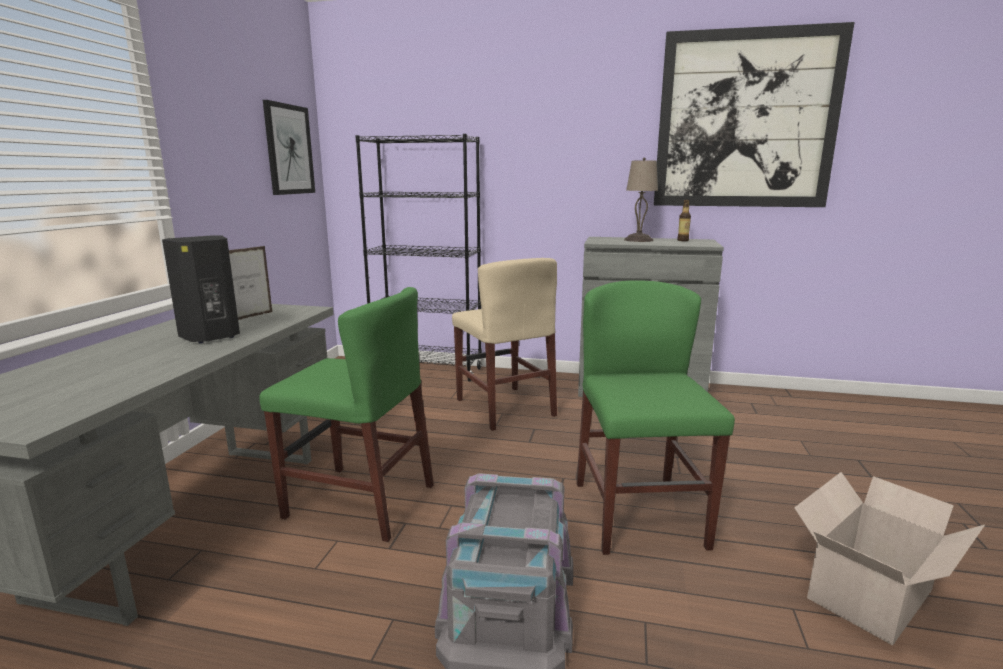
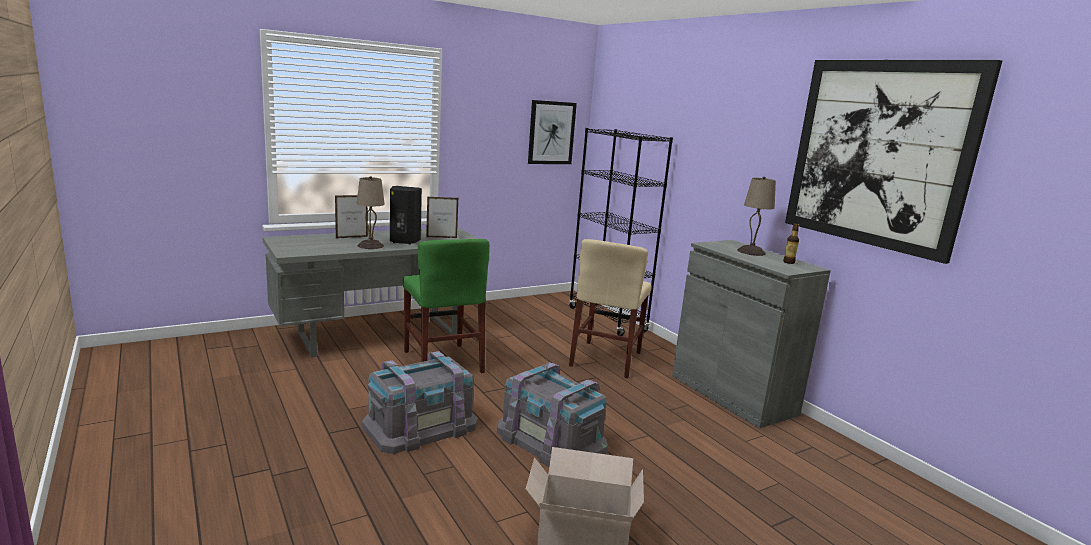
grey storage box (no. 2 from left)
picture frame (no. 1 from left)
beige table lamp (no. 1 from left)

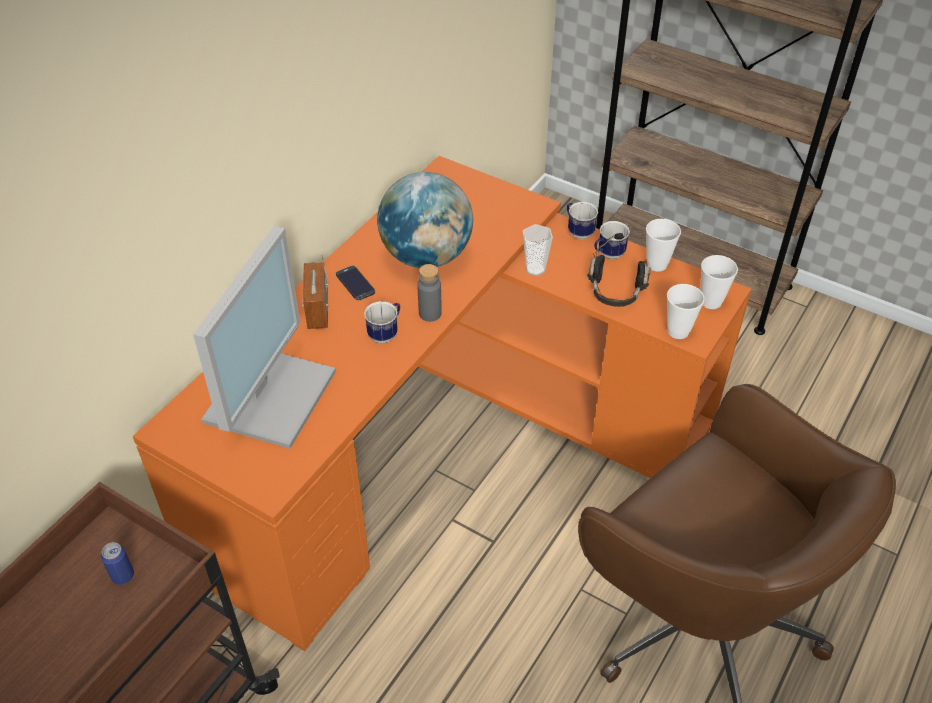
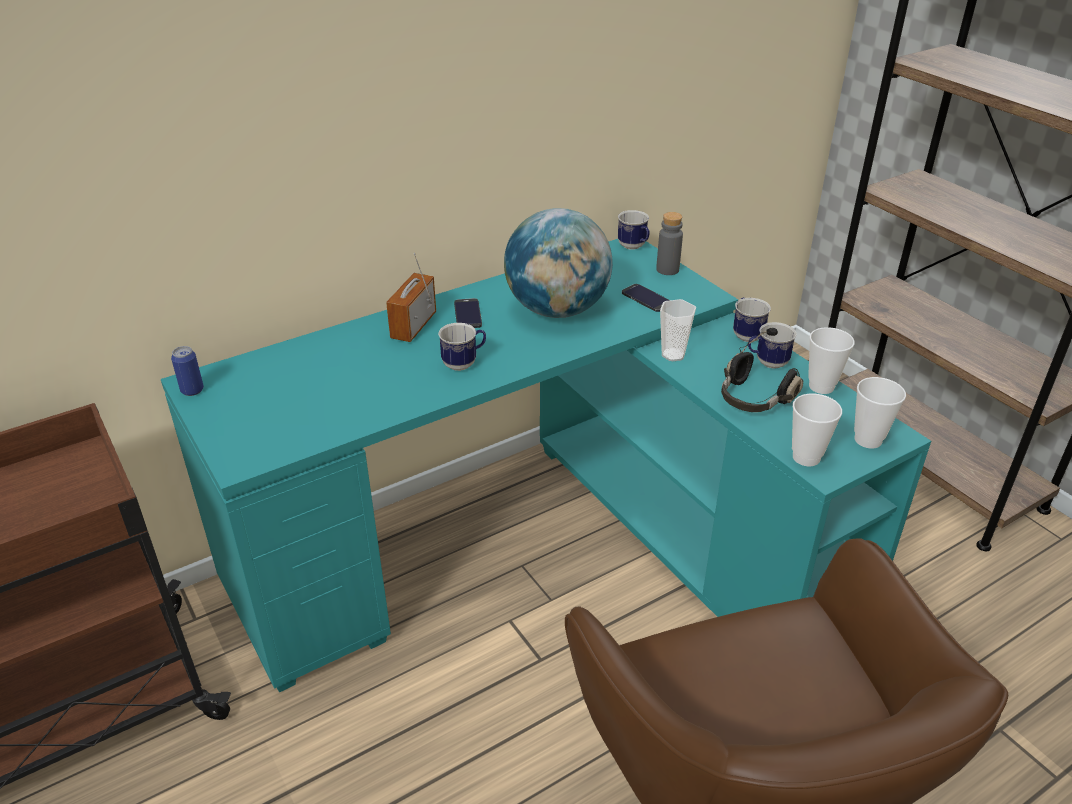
can
turquoise desk
monitor
grey bottle
mug (no. 2 from left)
phone (no. 2 from left)

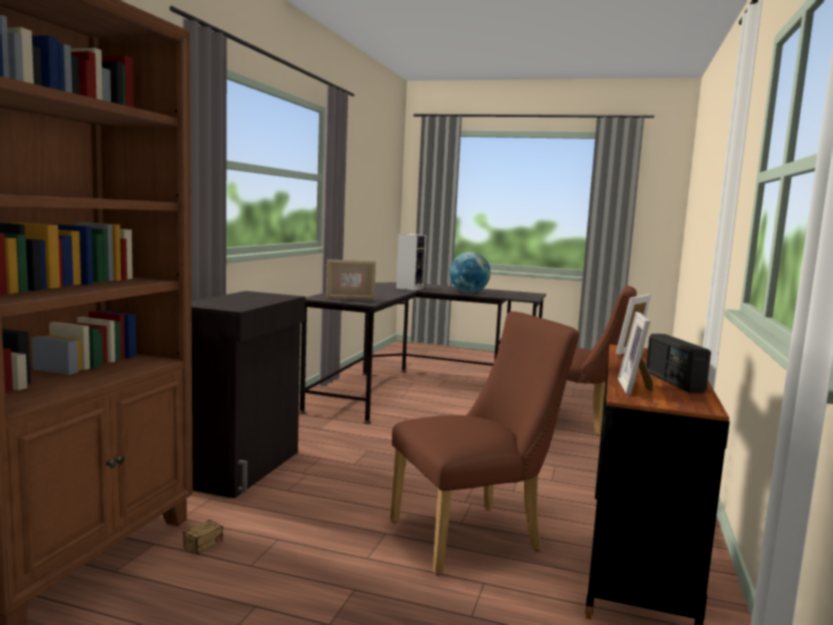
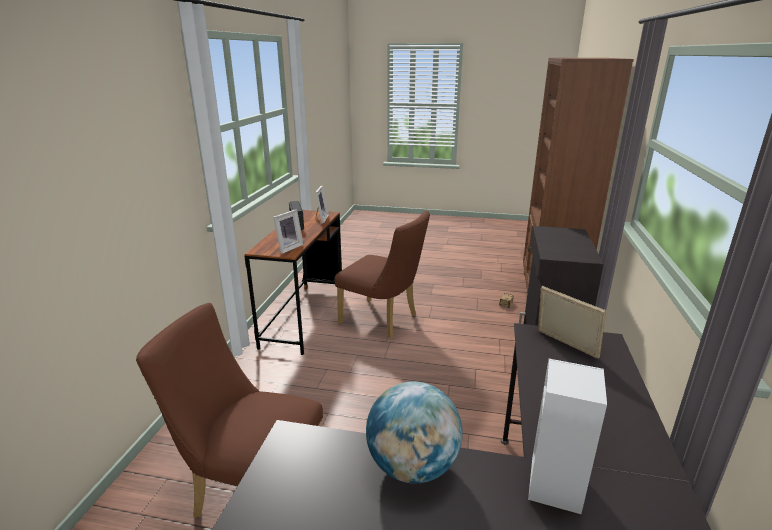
picture frame (no. 3 from left)
brown chair (no. 2 from left)

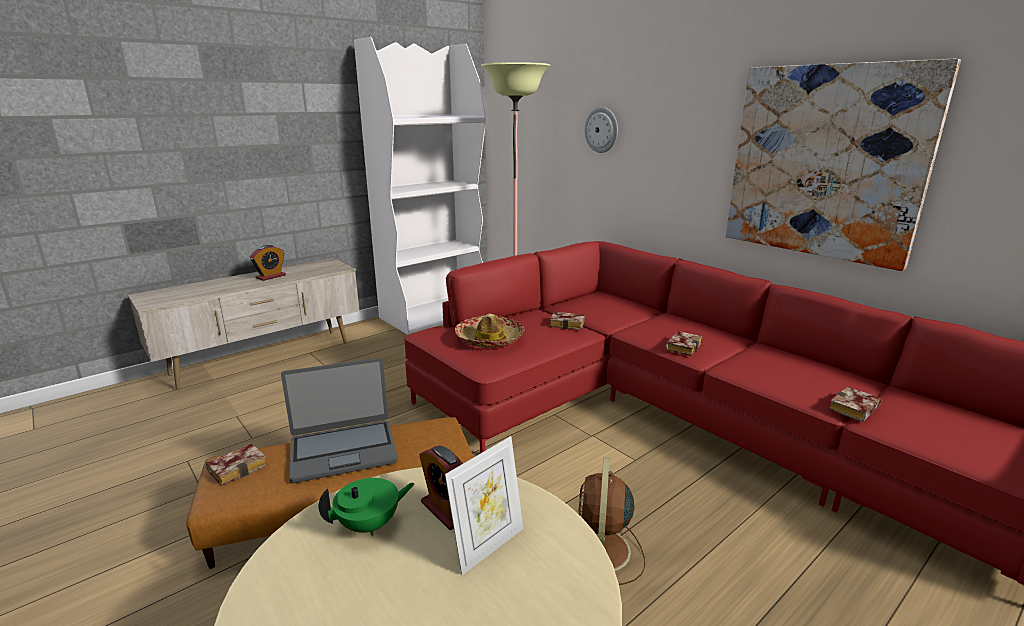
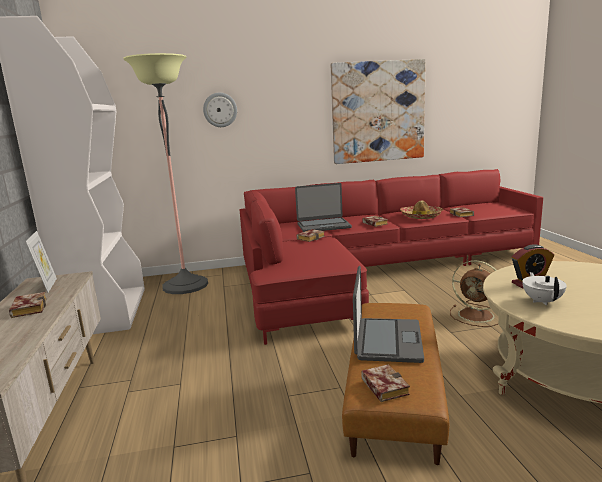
book (no. 1 from left)
white teapot
picture frame
hat
laptop (no. 1 from left)

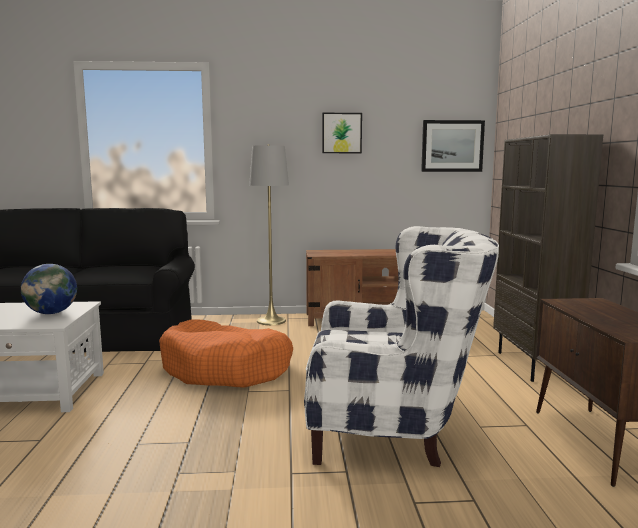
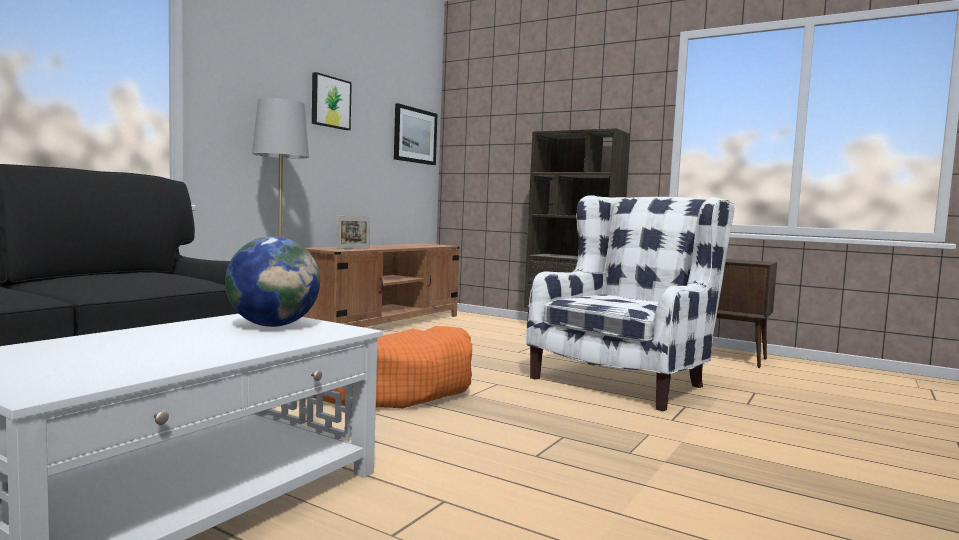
picture frame

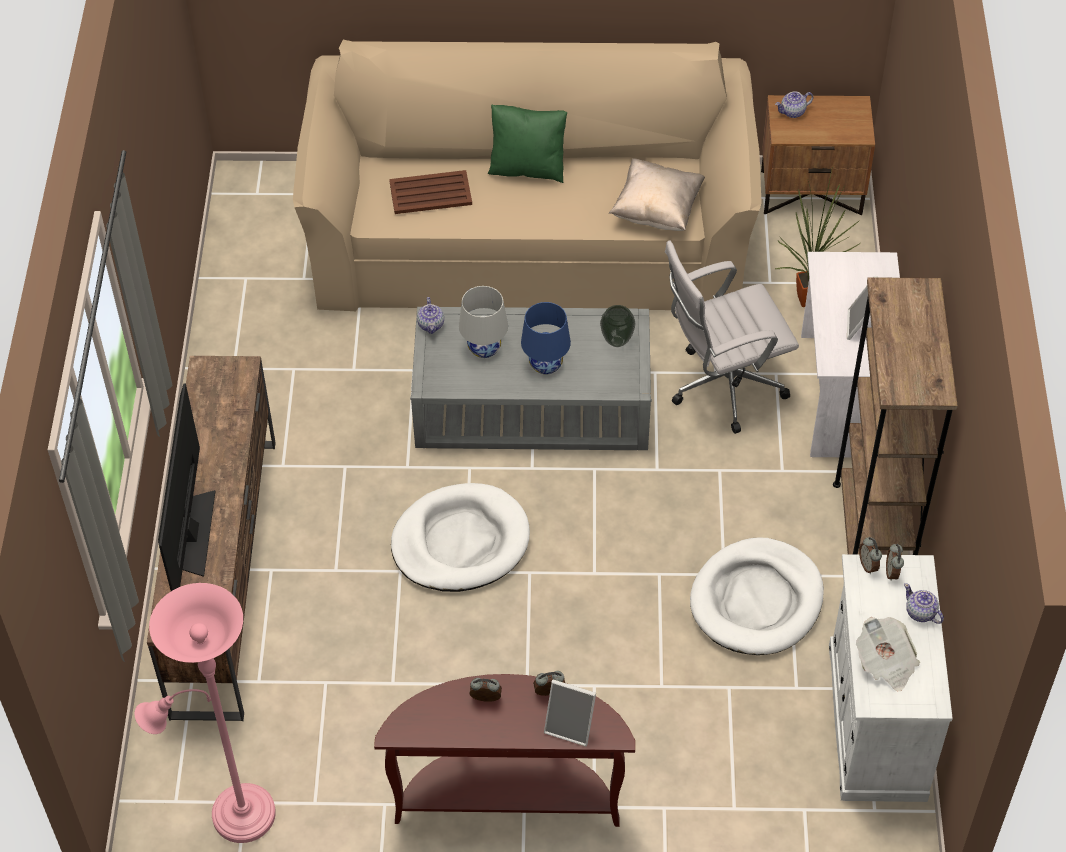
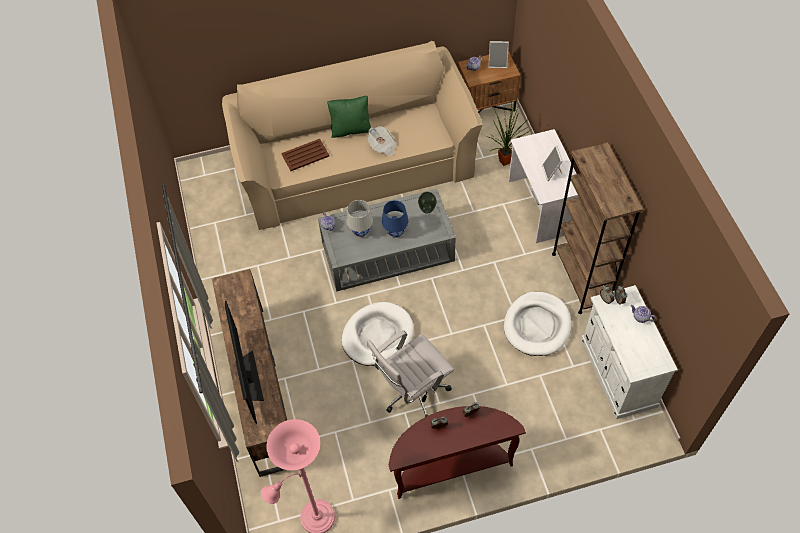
picture frame (no. 1 from left)
beige pillow
white office chair
newspaper

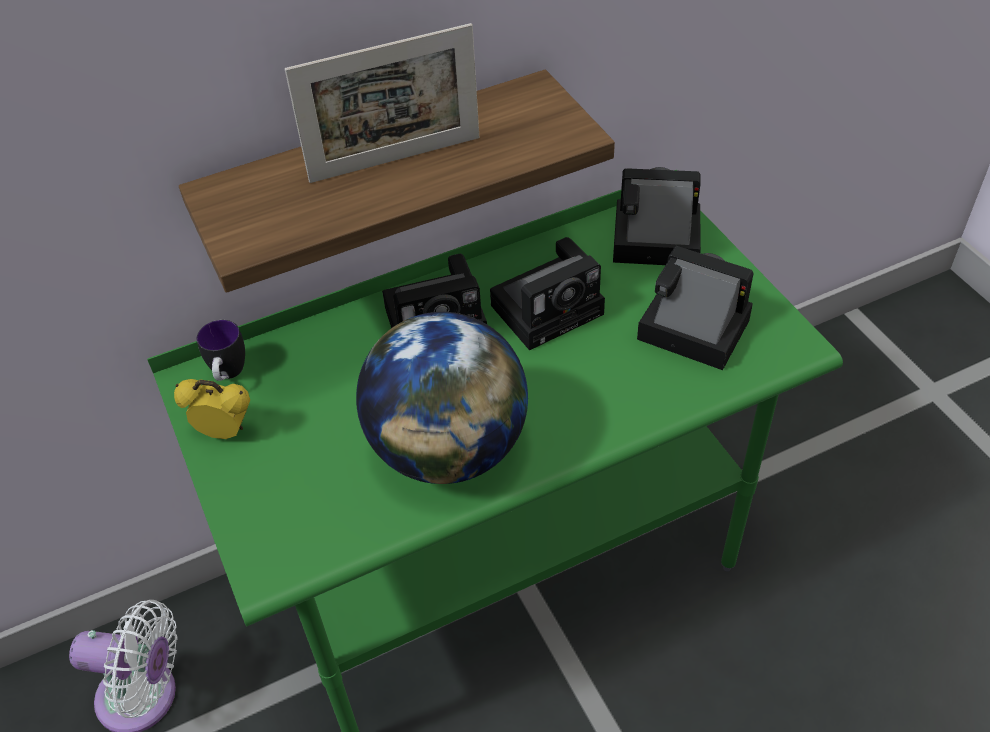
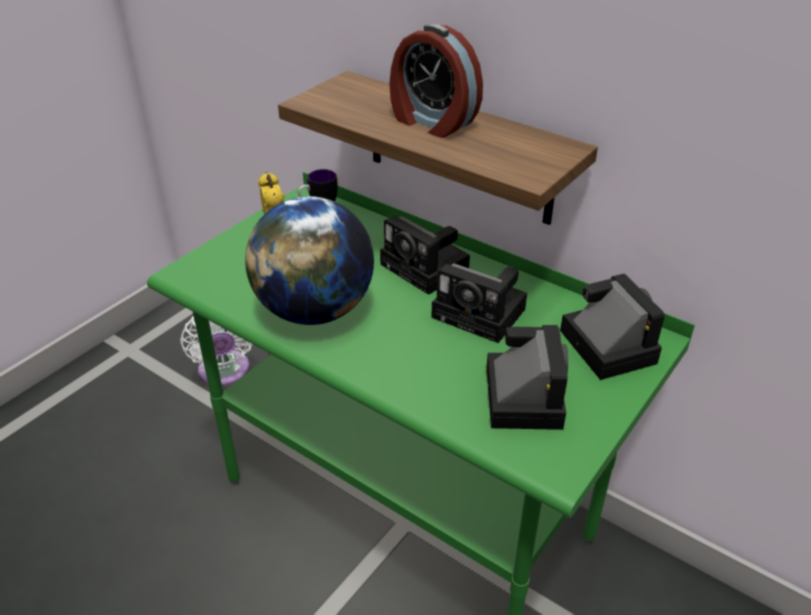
alarm clock (no. 2 from left)

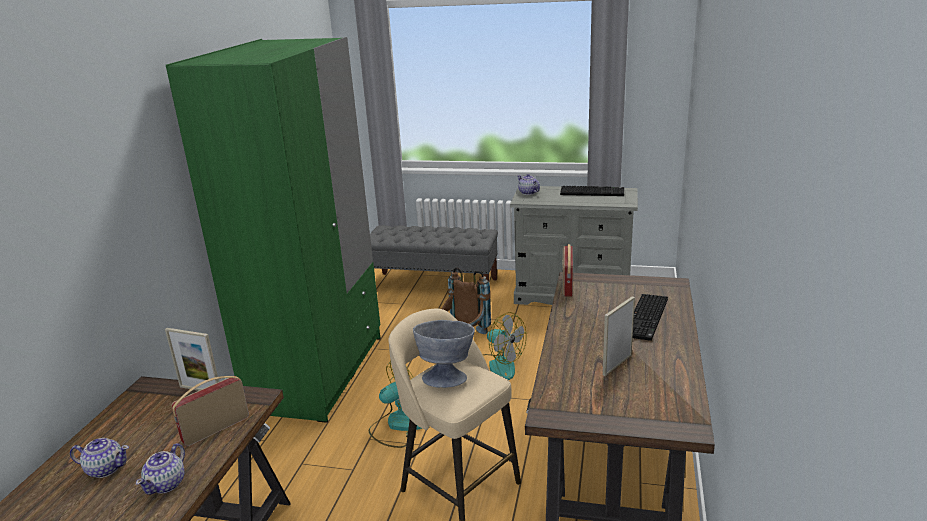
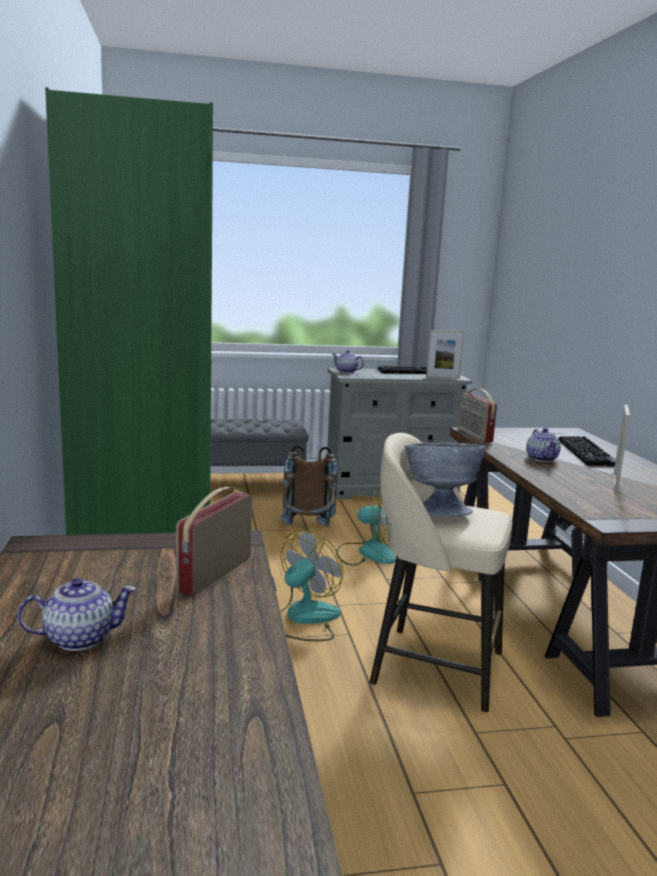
teapot (no. 3 from left)
picture frame (no. 1 from left)

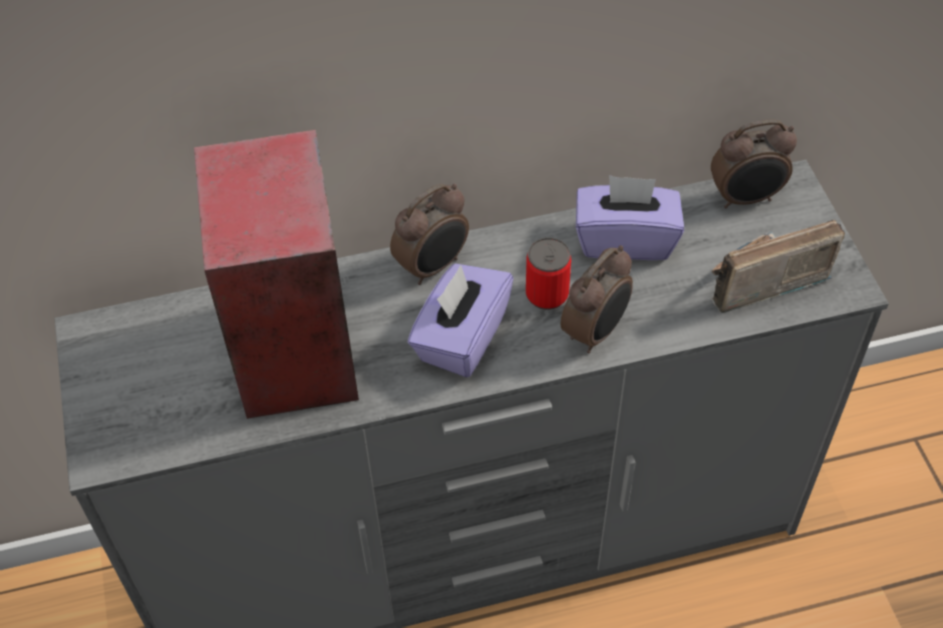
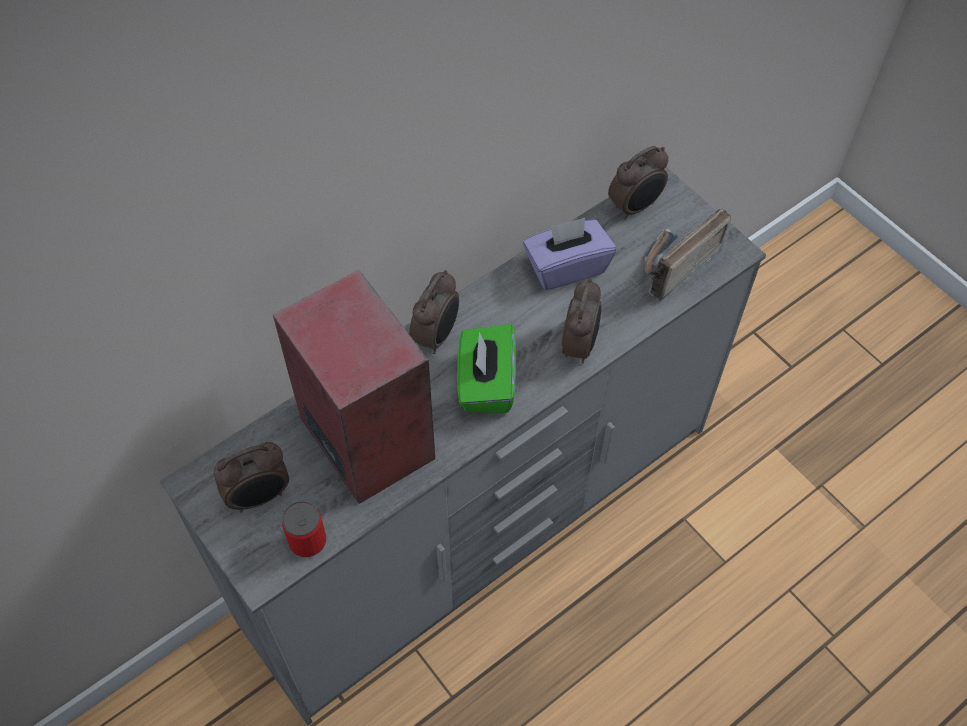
green tissue box
can
alarm clock (no. 1 from left)

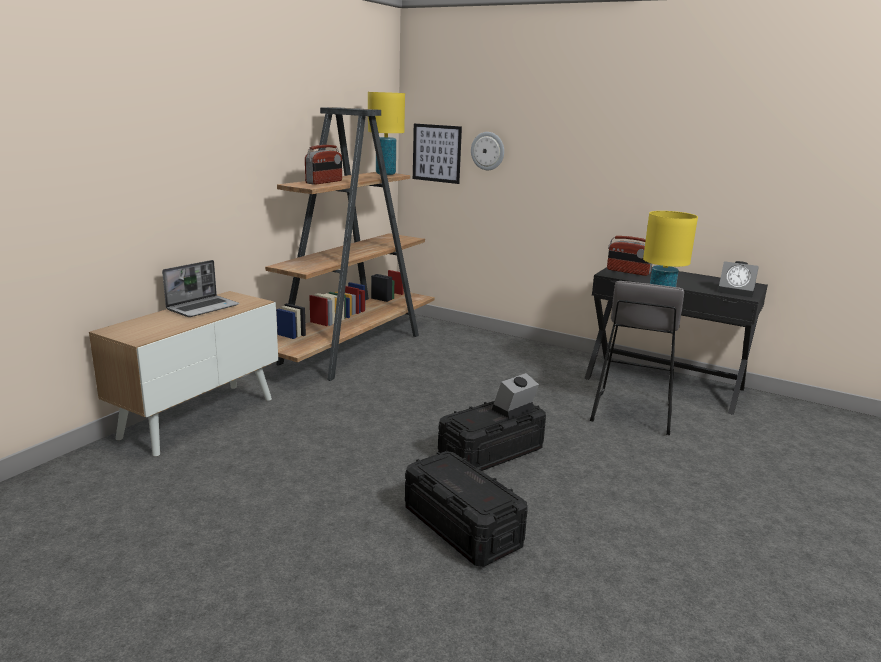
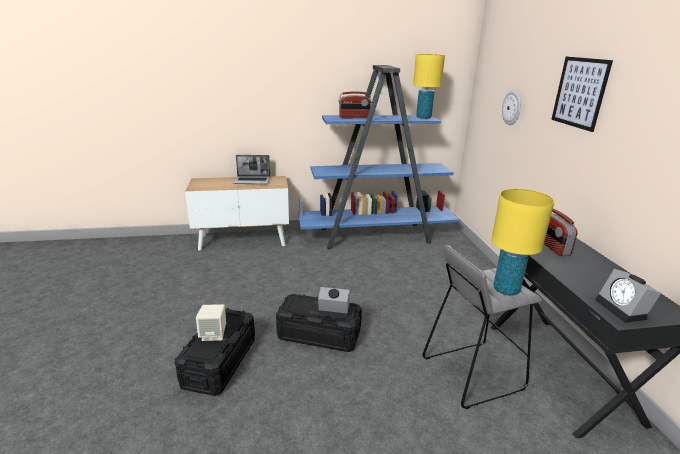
blue bookcase
picture
beige speaker

